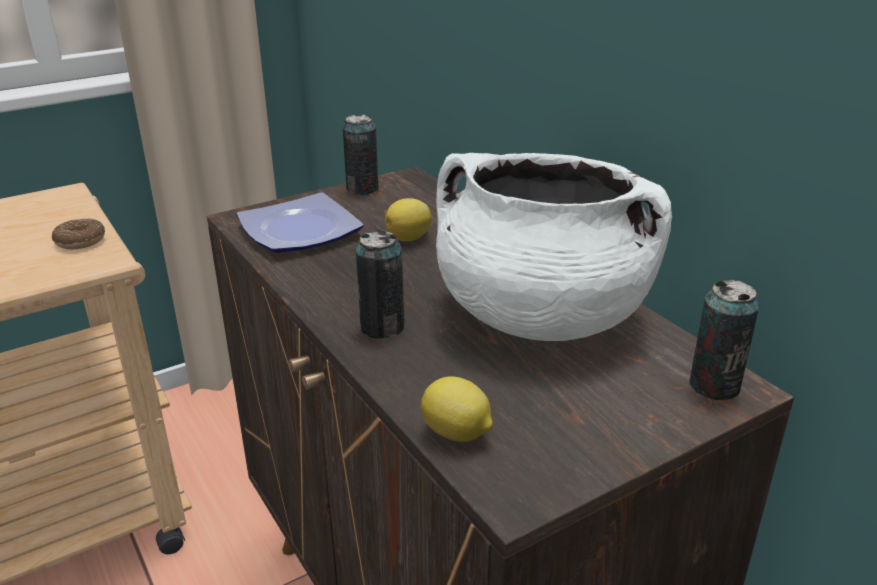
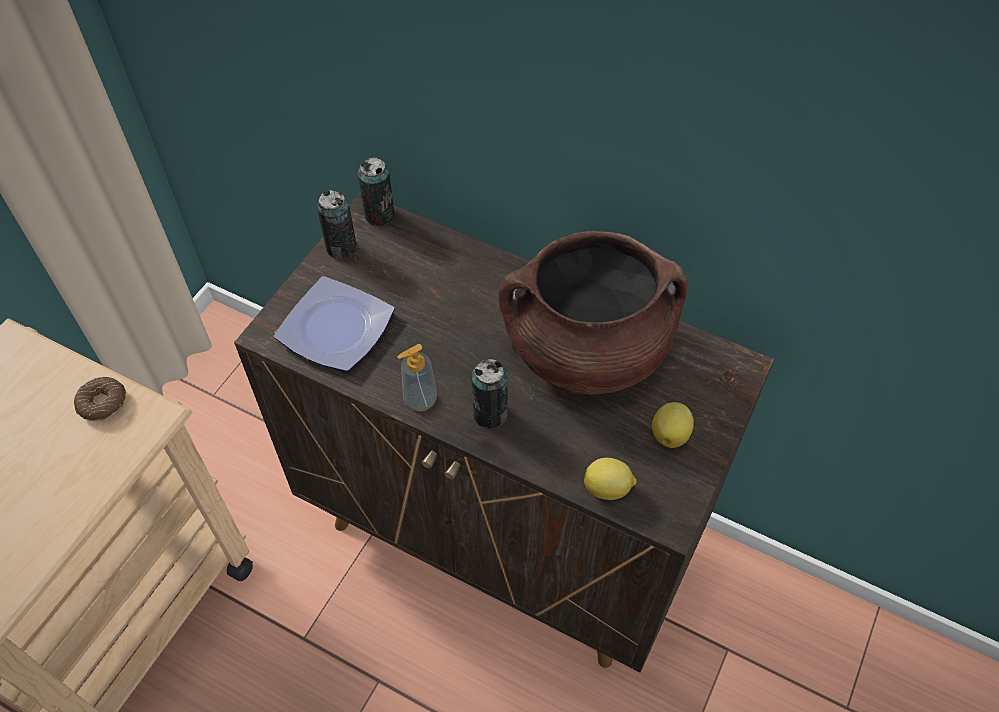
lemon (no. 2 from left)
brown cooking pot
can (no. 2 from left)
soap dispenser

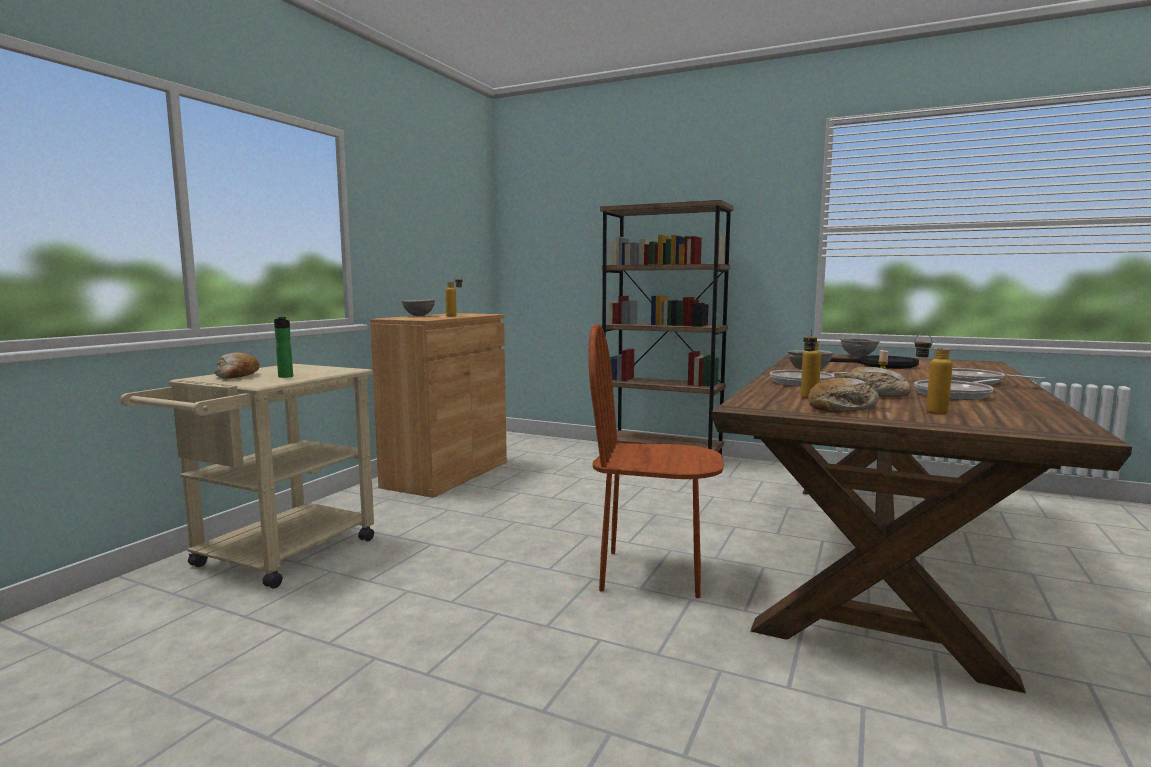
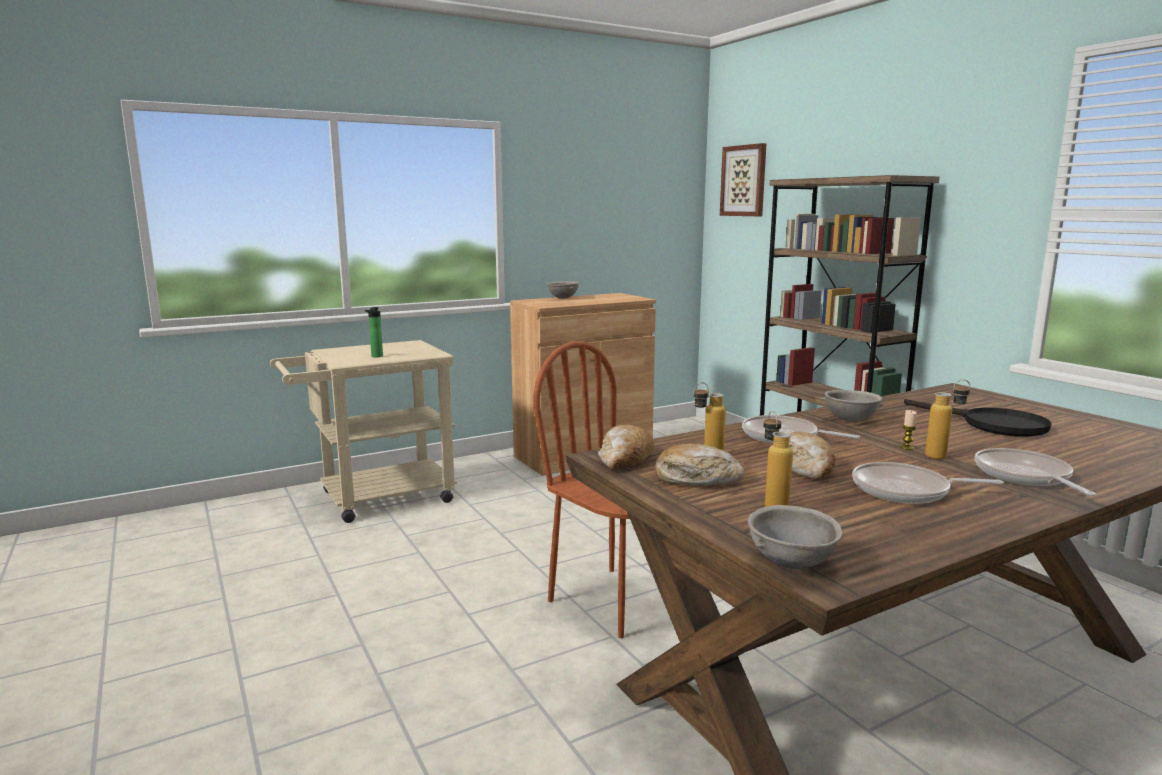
bread (no. 1 from left)
bottle (no. 4 from left)
grey bowl (no. 2 from left)
picture

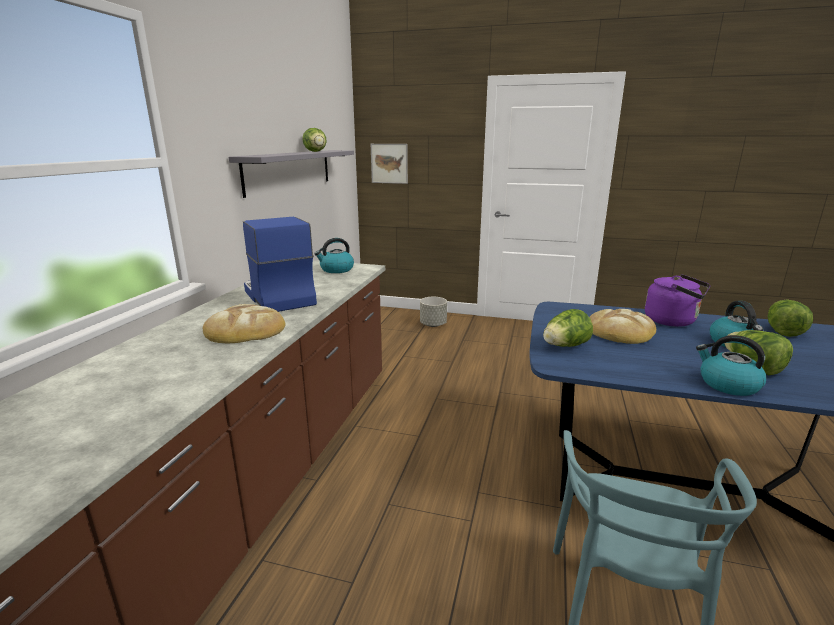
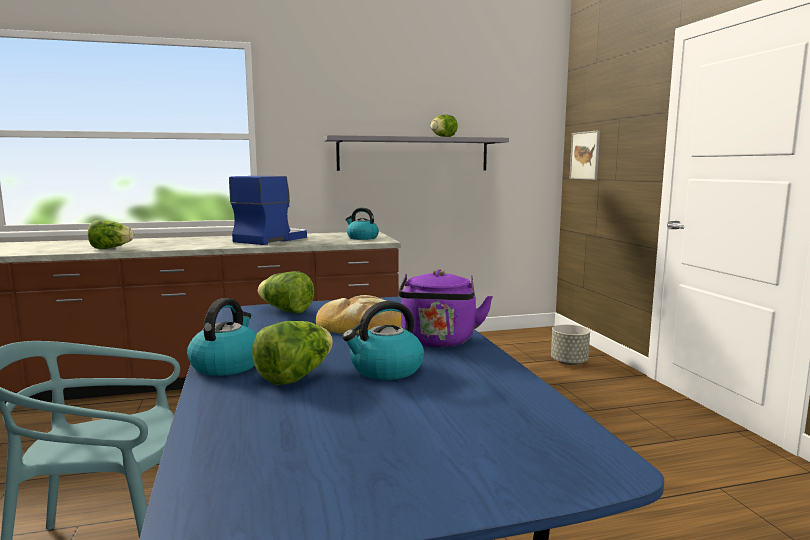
bread (no. 1 from left in the first image)
lettuce (no. 1 from left)

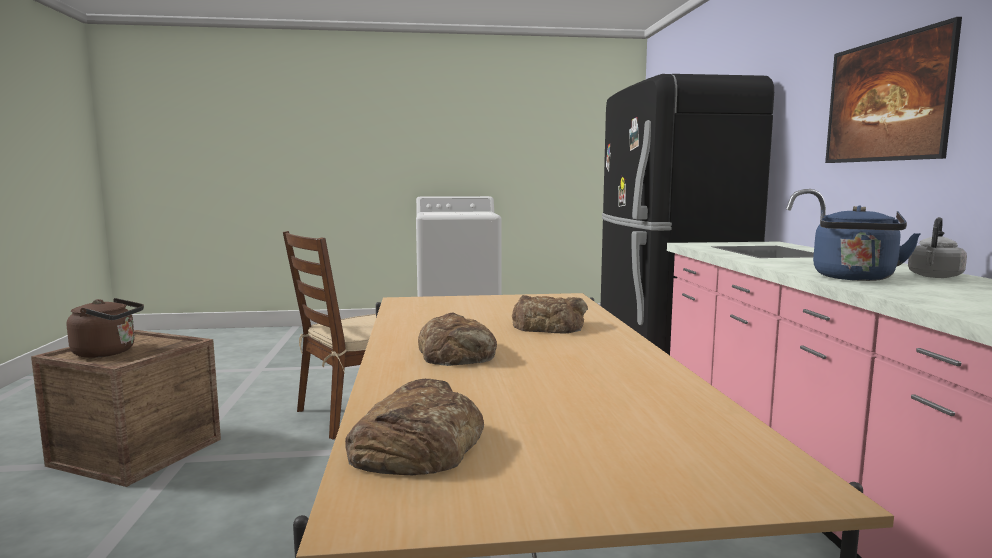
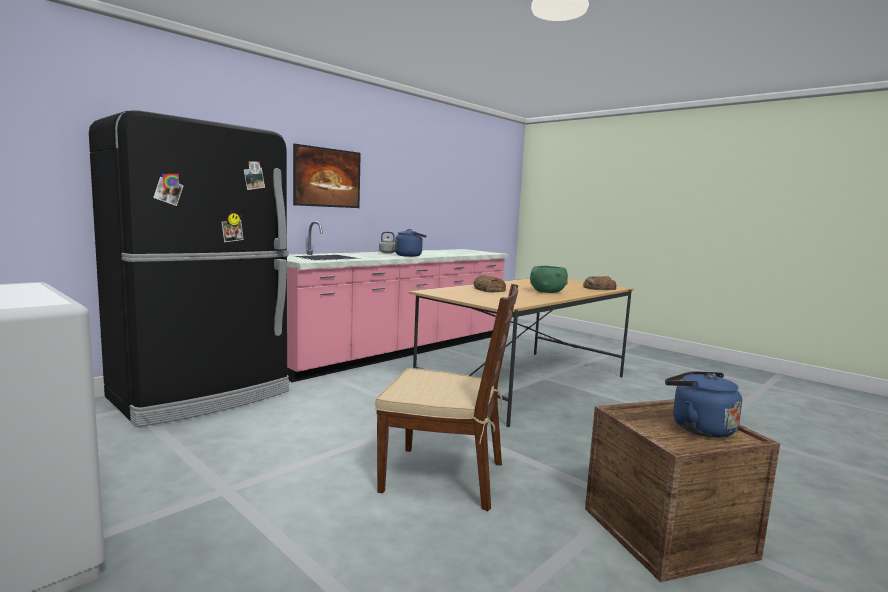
blue kettle (no. 2 from left)
green bowl

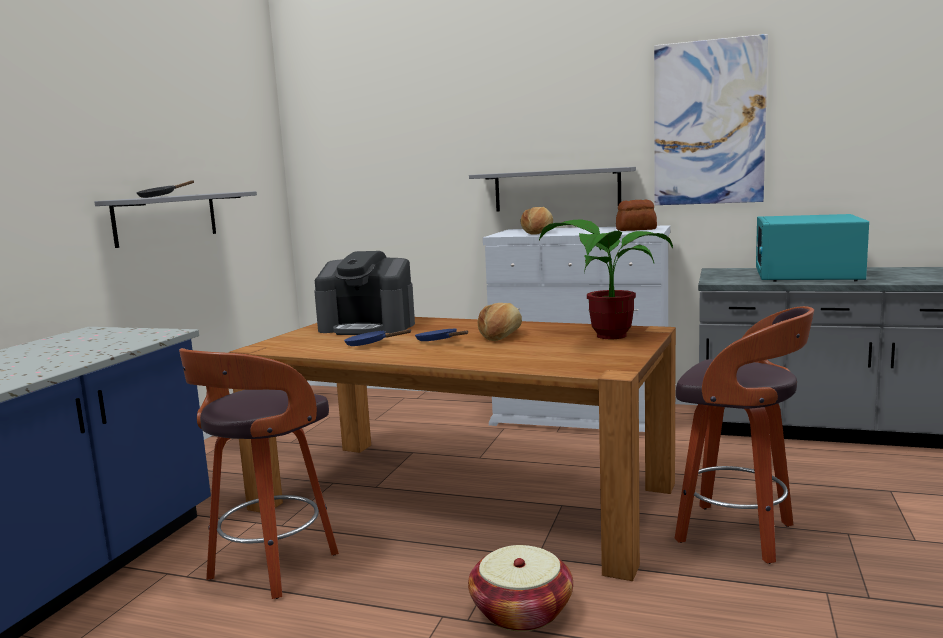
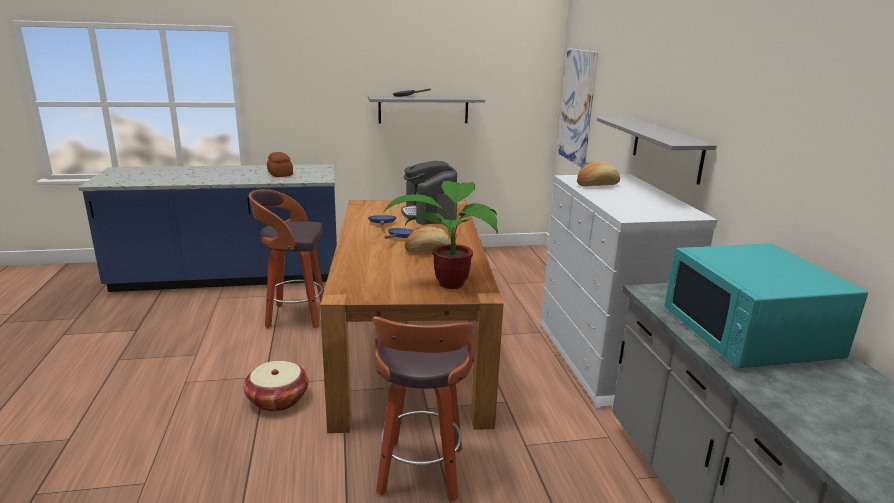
bread (no. 1 from left)
picture
turquoise microwave

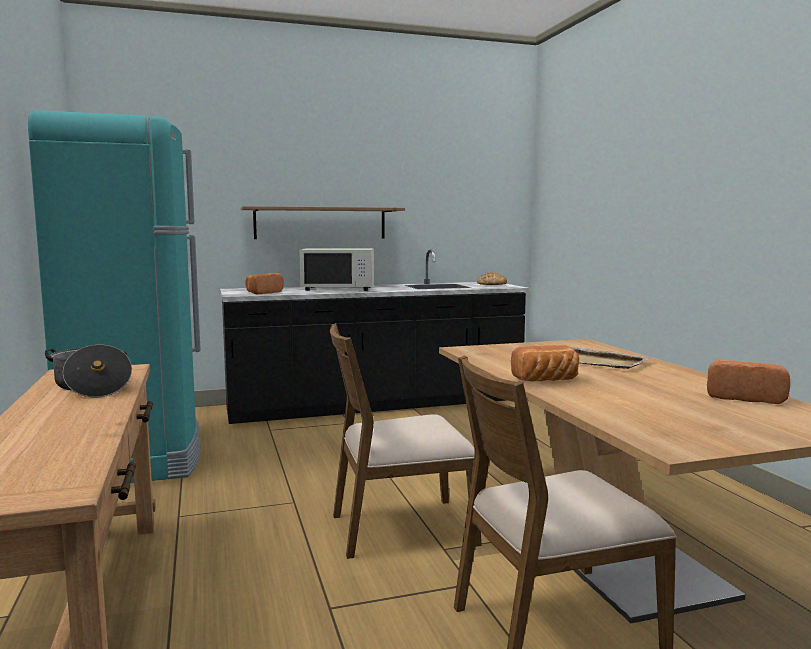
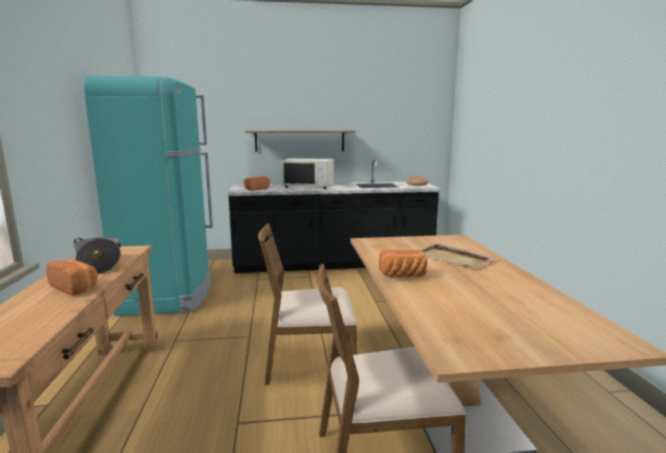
bread (no. 1 from left)

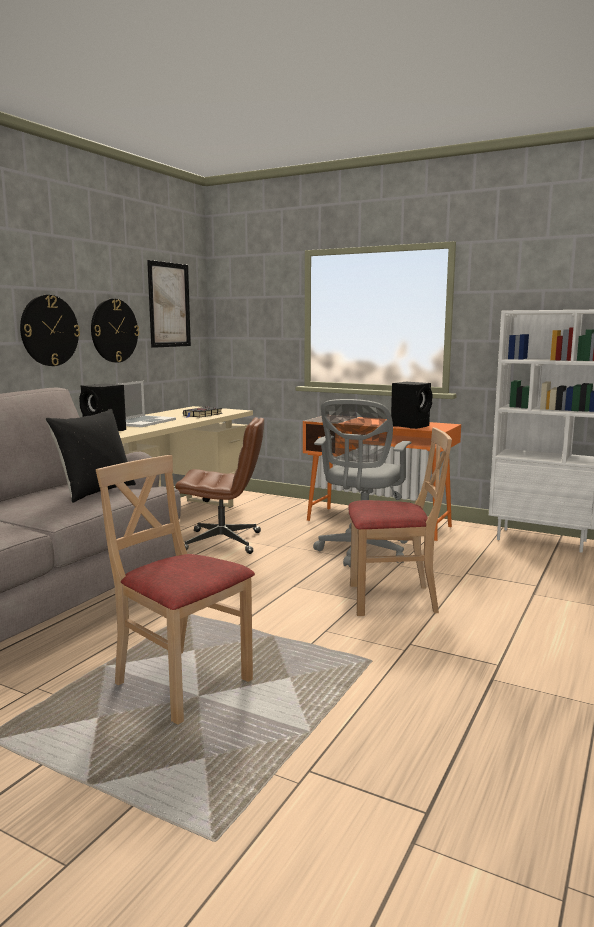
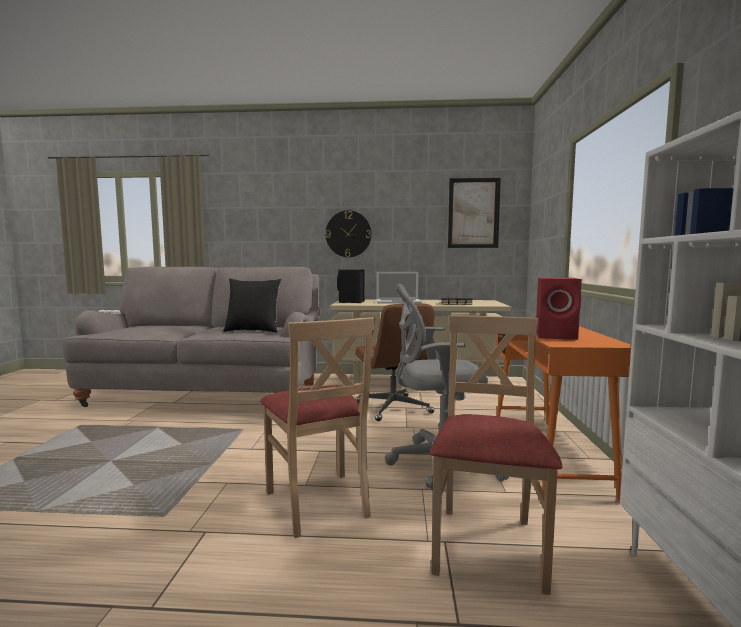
wall clock (no. 2 from left in the first image)
beige chair (no. 2 from left)
red speaker

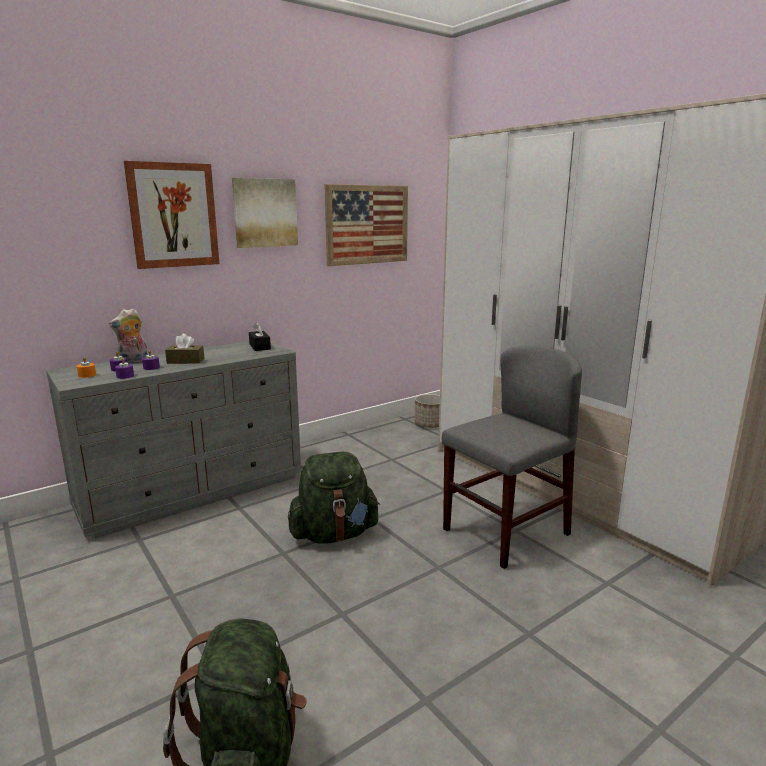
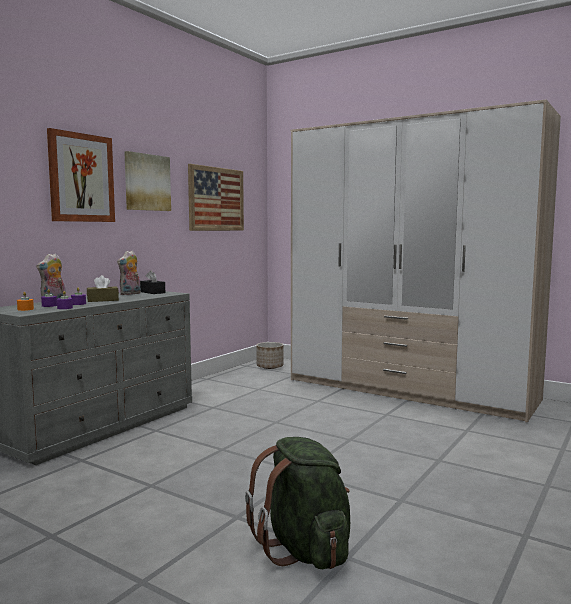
green backpack (no. 2 from left in the first image)
grey chair
plush toy (no. 2 from left)

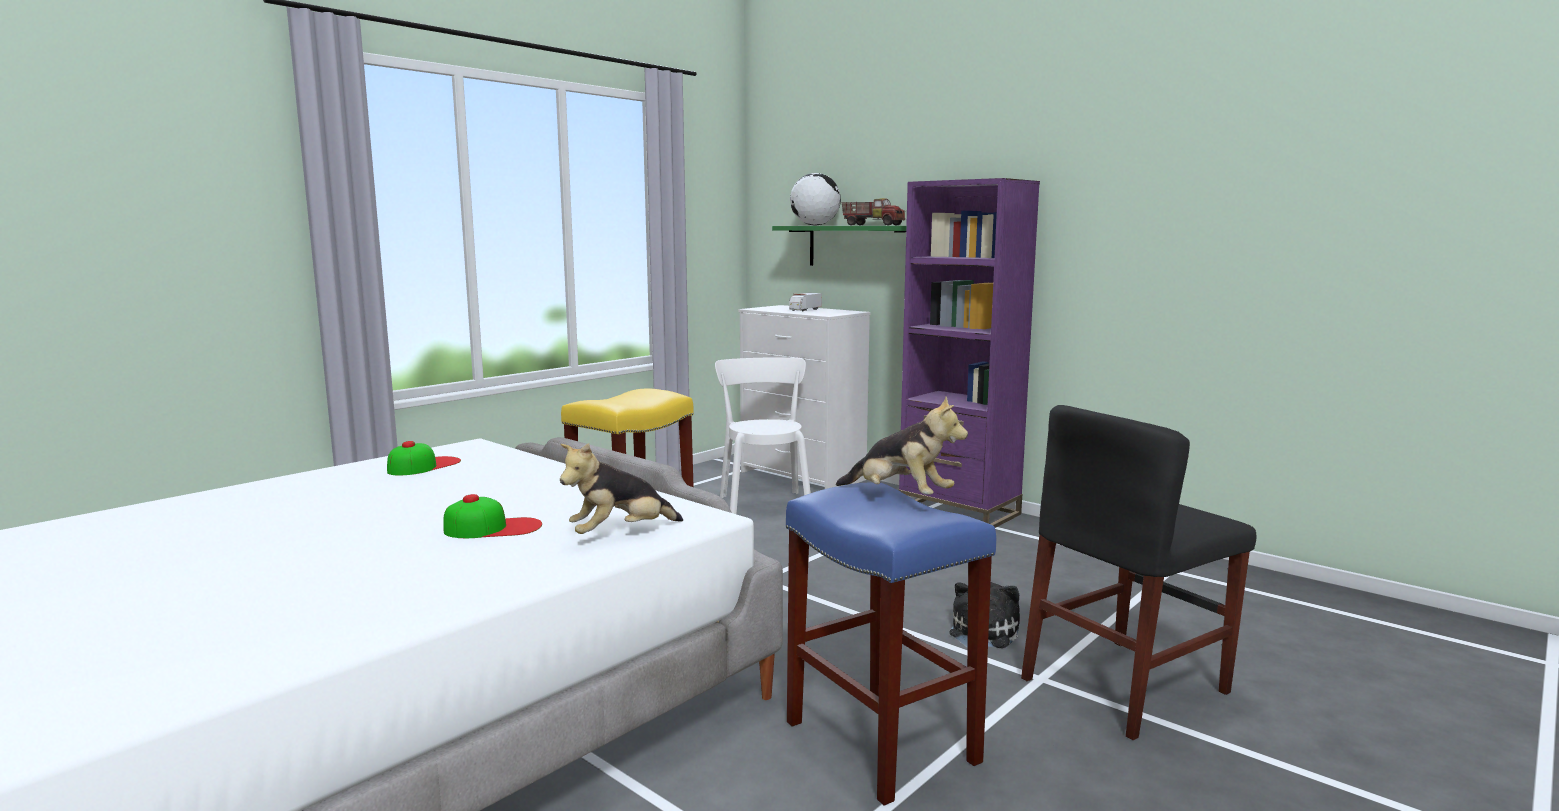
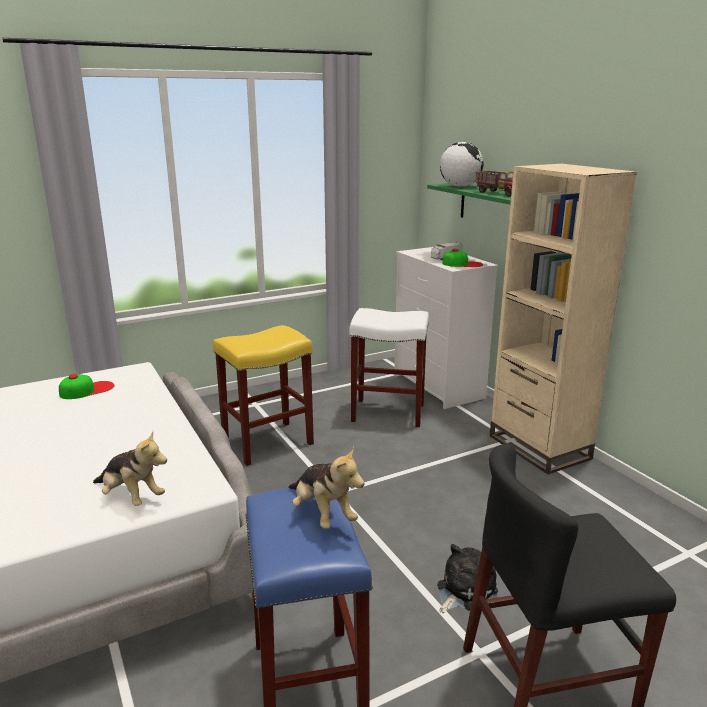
cap (no. 2 from left)
plush toy (no. 1 from left)
white stool
beige bookcase

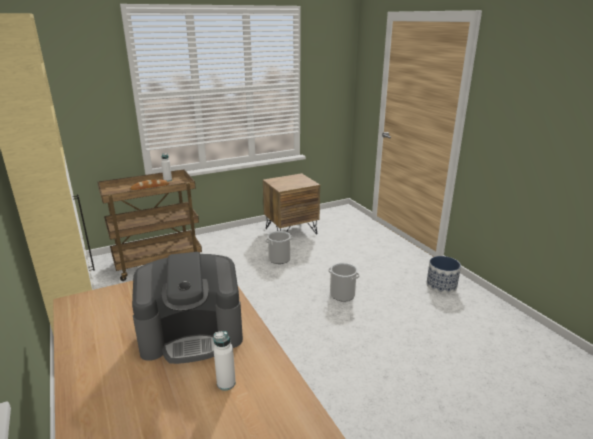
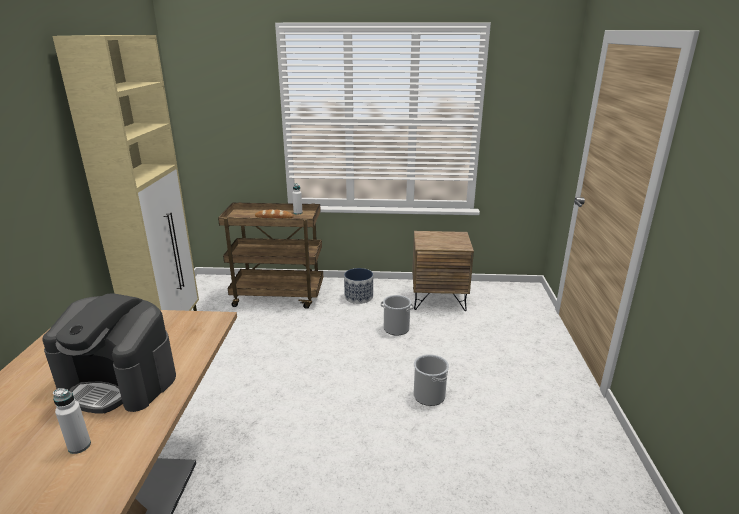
planter

